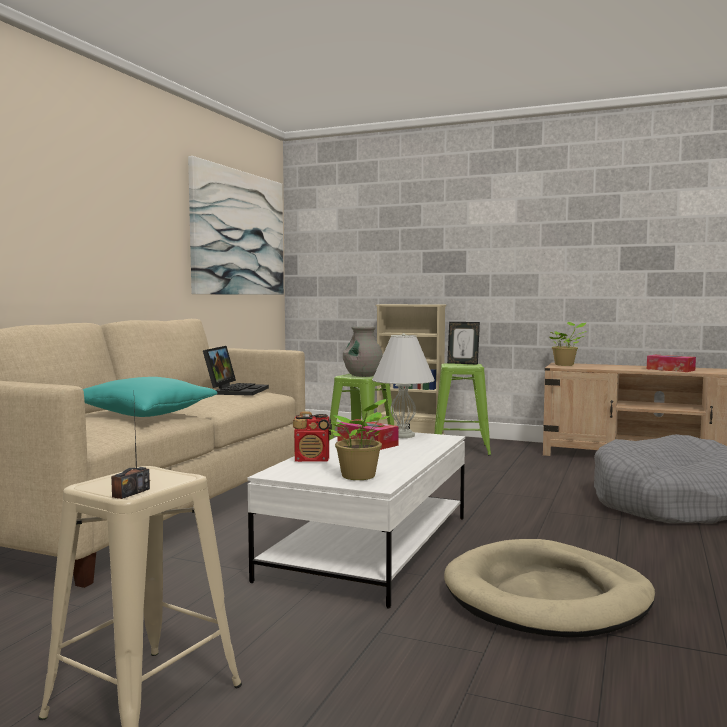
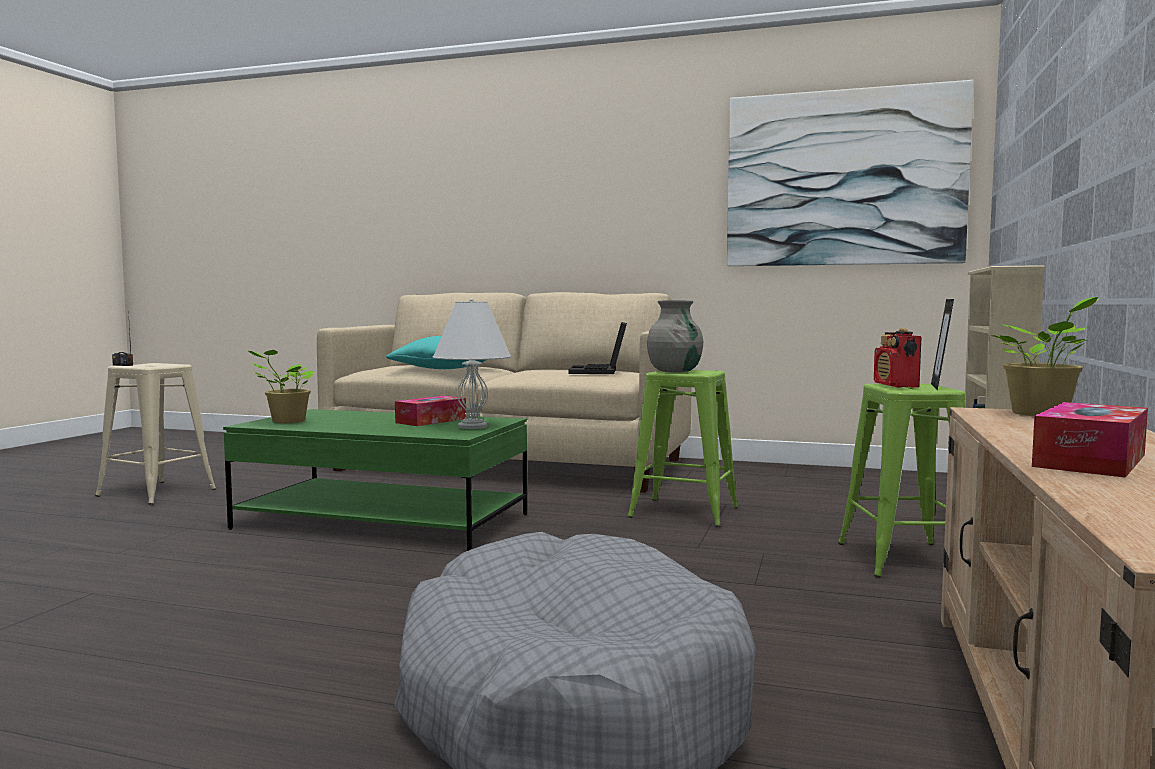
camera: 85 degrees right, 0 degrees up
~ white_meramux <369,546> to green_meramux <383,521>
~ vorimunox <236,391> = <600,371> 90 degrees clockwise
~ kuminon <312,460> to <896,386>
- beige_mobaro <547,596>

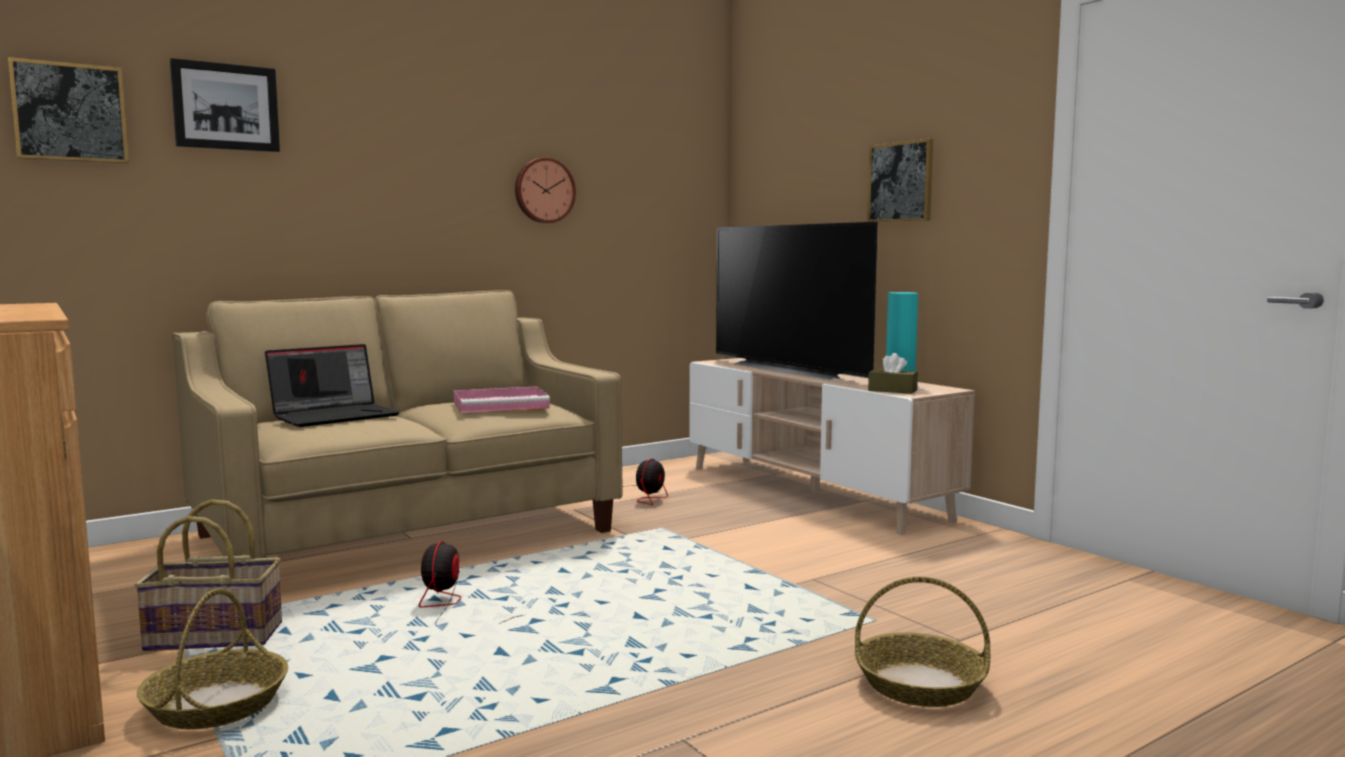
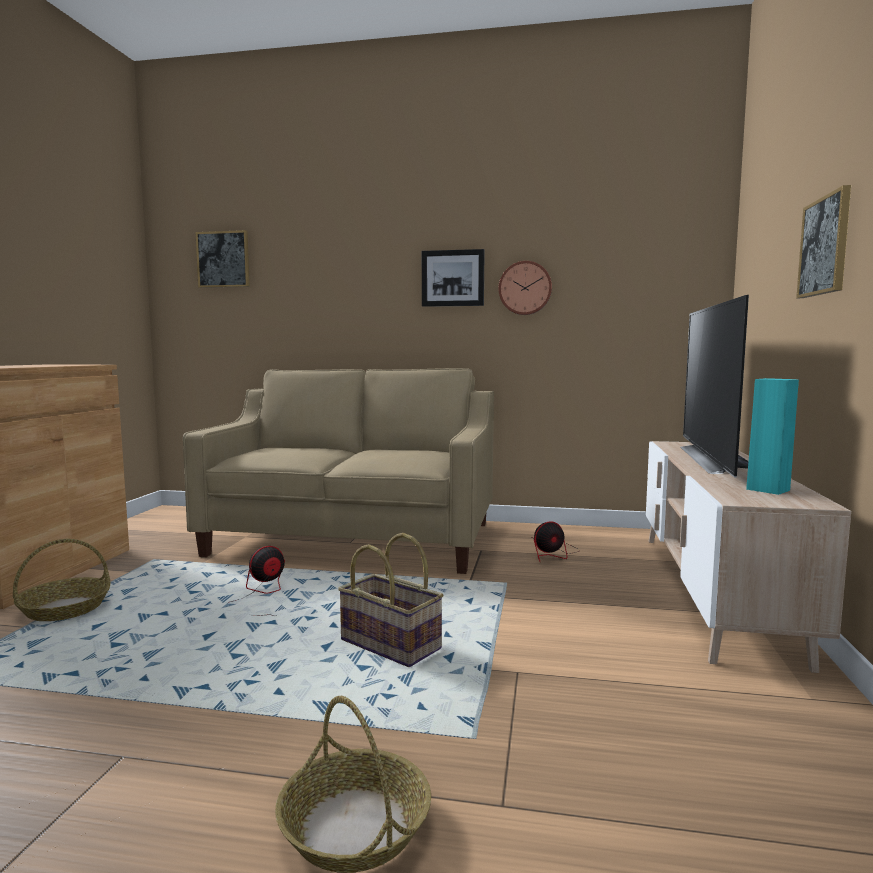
camera: 45 degrees right, 0 degrees up
~ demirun <216,635> to <392,644>
~ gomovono <226,107> to <453,278>
- vorimunox <335,416>
- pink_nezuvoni <503,404>
- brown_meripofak <892,390>

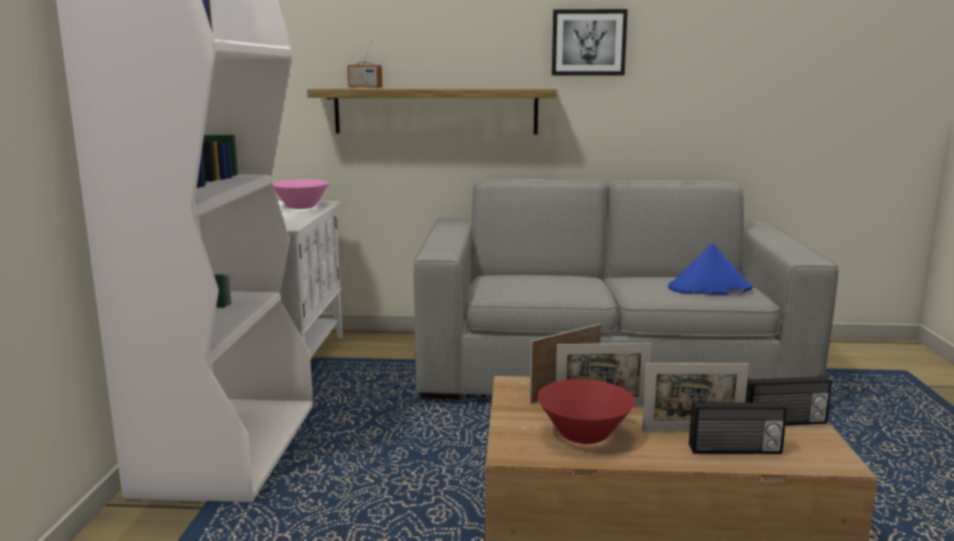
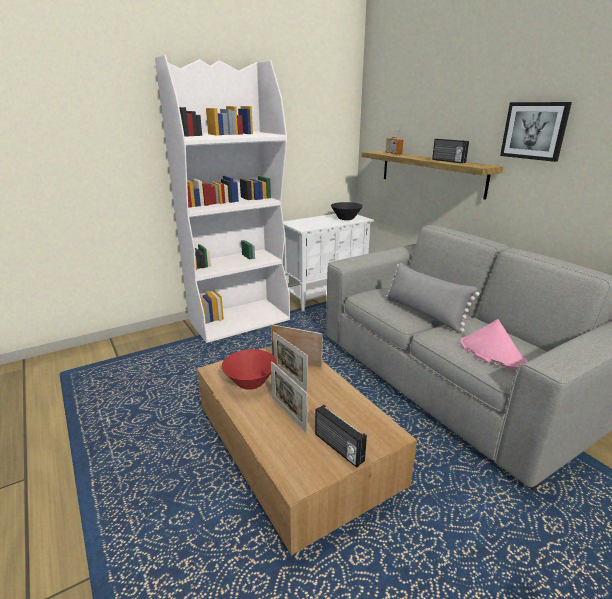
camera: 55 degrees right, 10 degrees up
~ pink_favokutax <301,207> to black_favokutax <346,218>
+ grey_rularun <424,313>
~ kuminon <735,450> to <448,161>
~ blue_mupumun <709,288> to pink_mupumun <491,353>

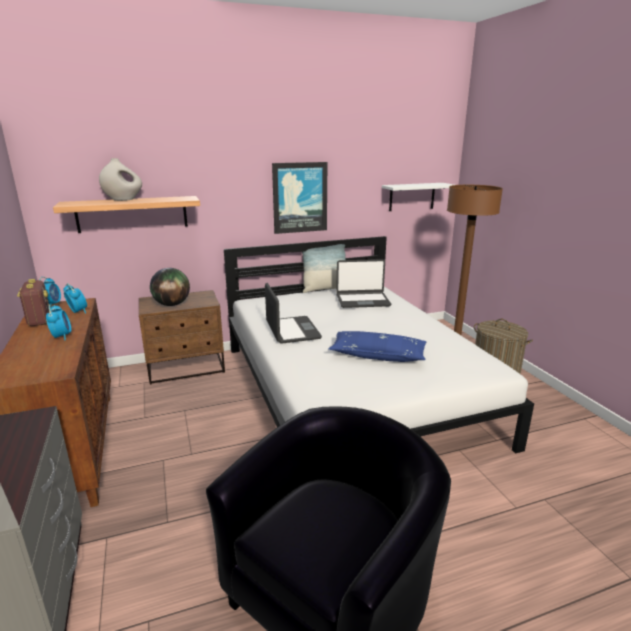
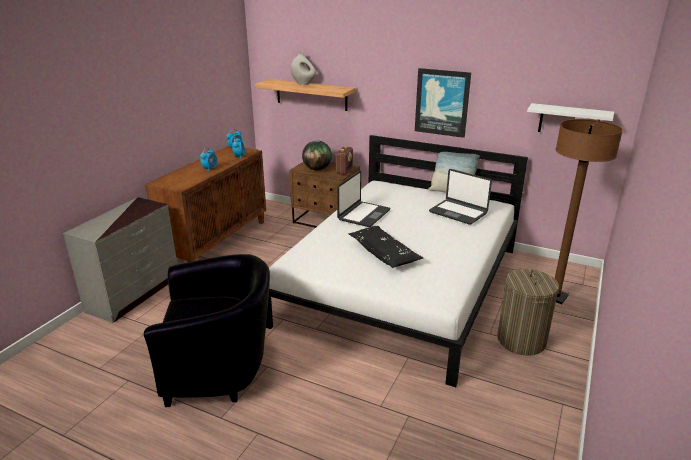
camera: 45 degrees right, 5 degrees up
~ kuminon <39,320> to <344,171>
~ blue_rularun <378,355> to black_rularun <384,253>

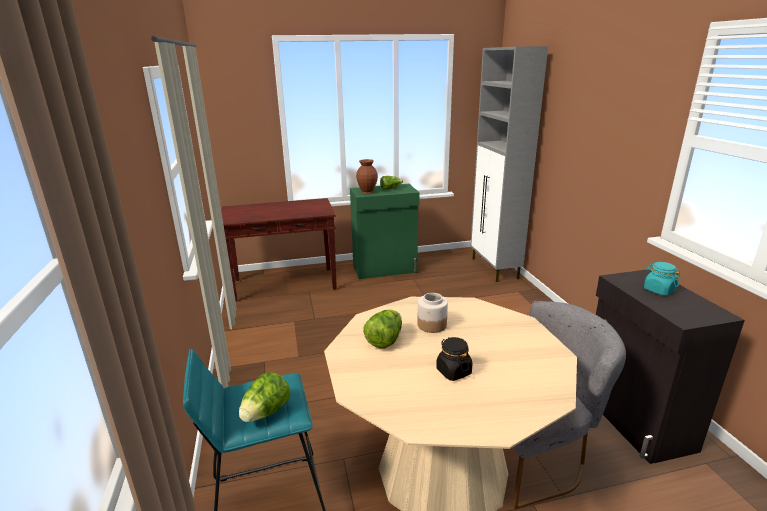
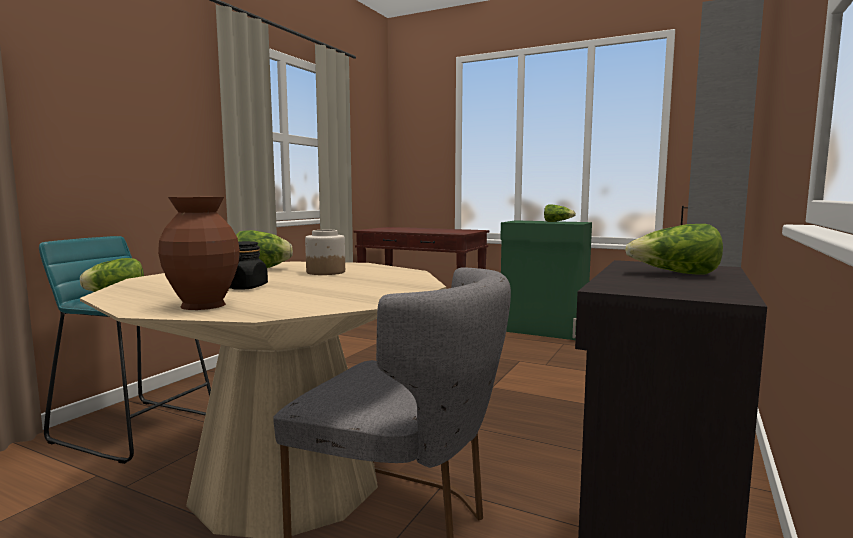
camera: 40 degrees right, 15 degrees down
~ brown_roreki <367,192> to <202,305>
~ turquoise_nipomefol <658,290> to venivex <675,273>

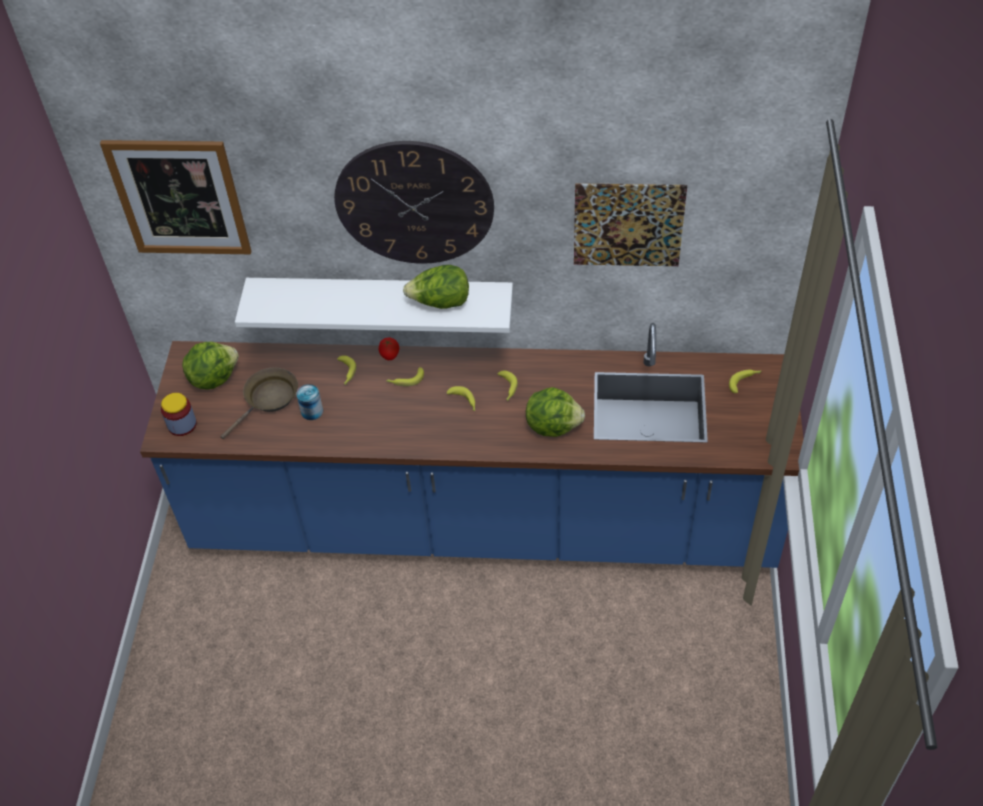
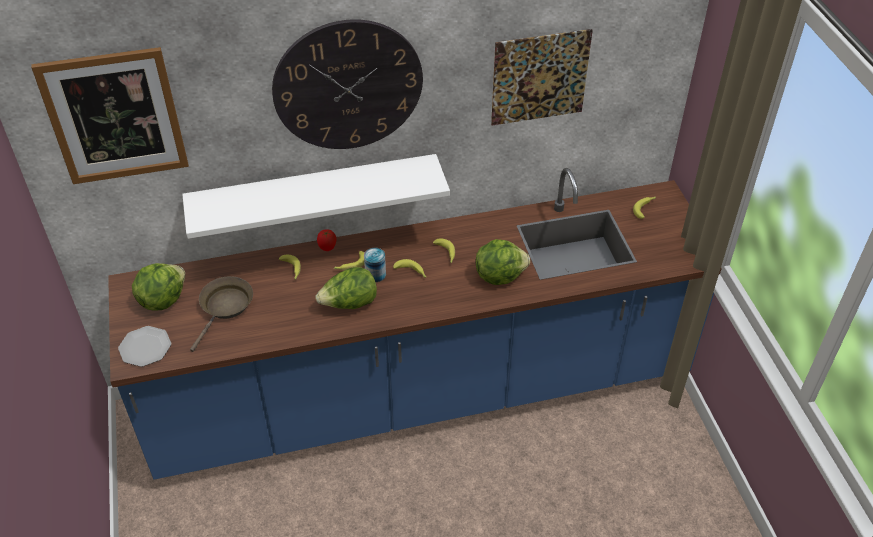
camera: 20 degrees left, 5 degrees down
~ nipomefol <182,425> to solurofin <146,348>
~ venivex <440,303> to <349,304>
~ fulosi <312,411> to <375,274>

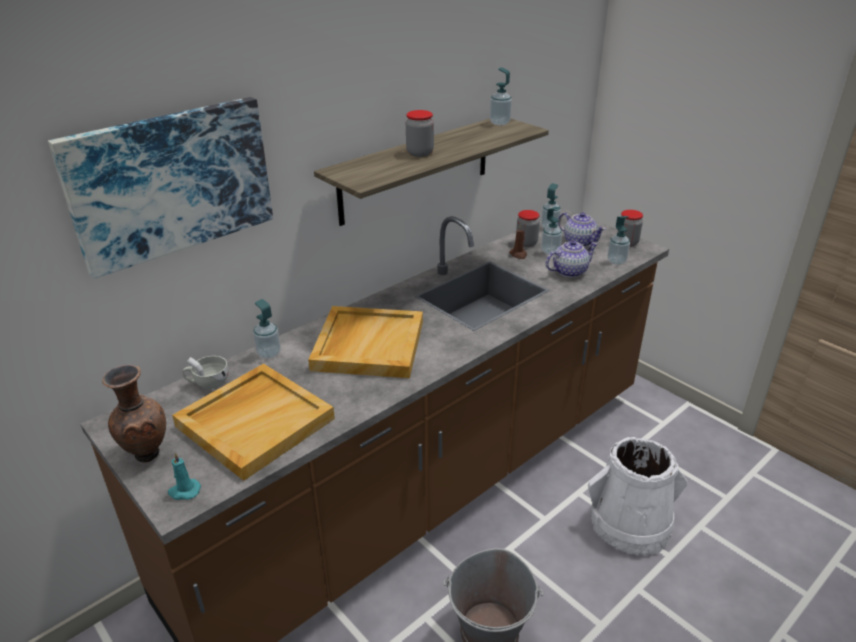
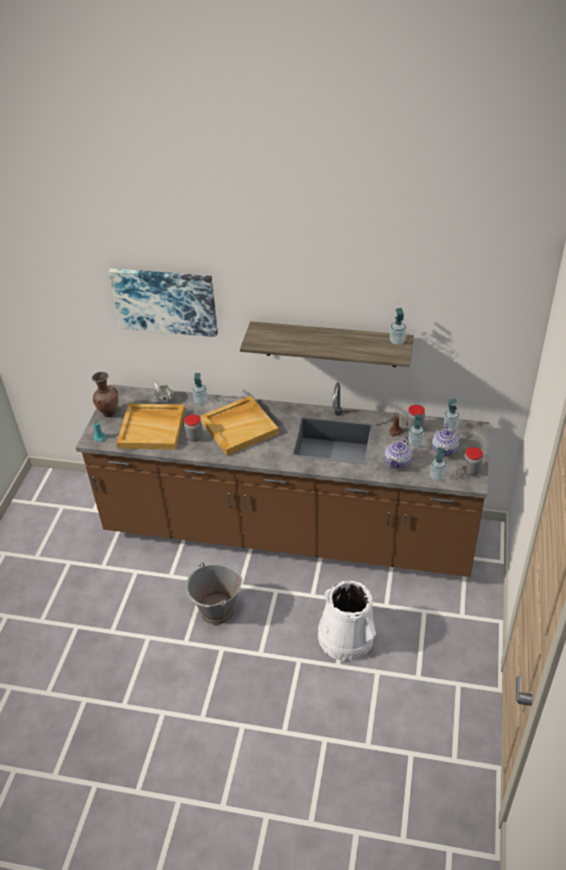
camera: 55 degrees right, 10 degrees up
~ nipomefol <420,153> to <194,437>
~ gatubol <569,271> = <398,462> 90 degrees clockwise

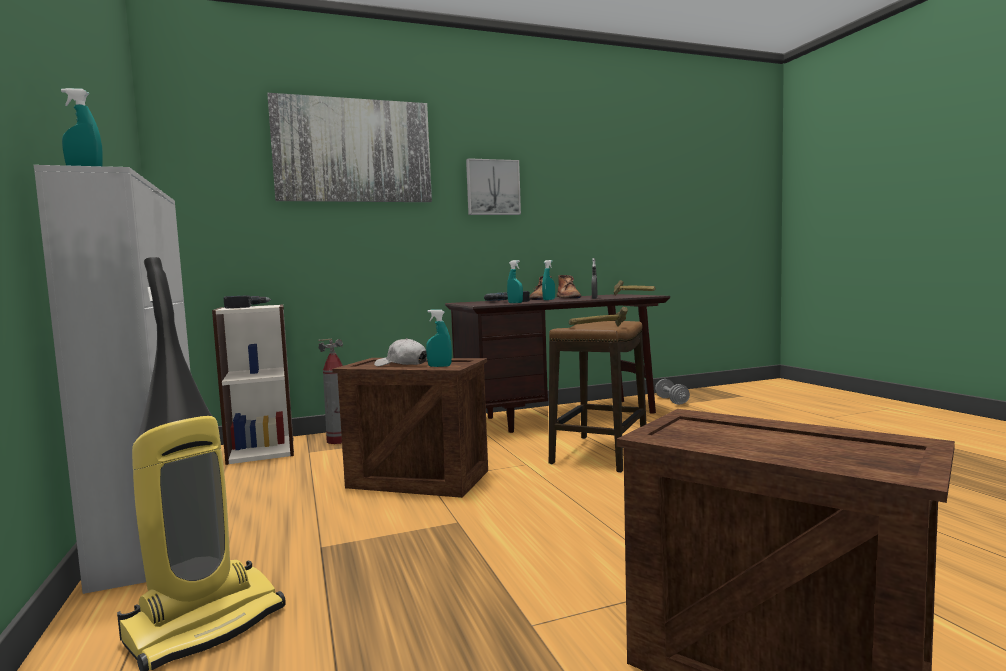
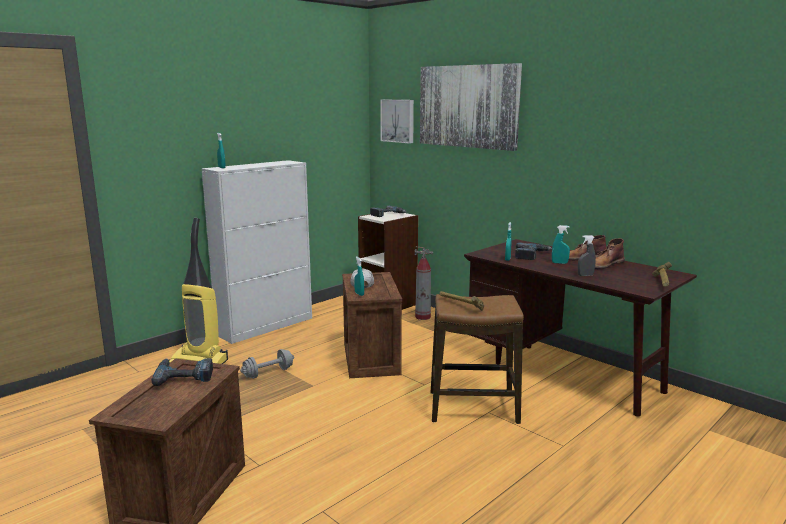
camera: 65 degrees right, 10 degrees up
+ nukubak <184,375>
~ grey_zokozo <672,401> to <268,373>
~ gomovono <492,187> to <398,121>

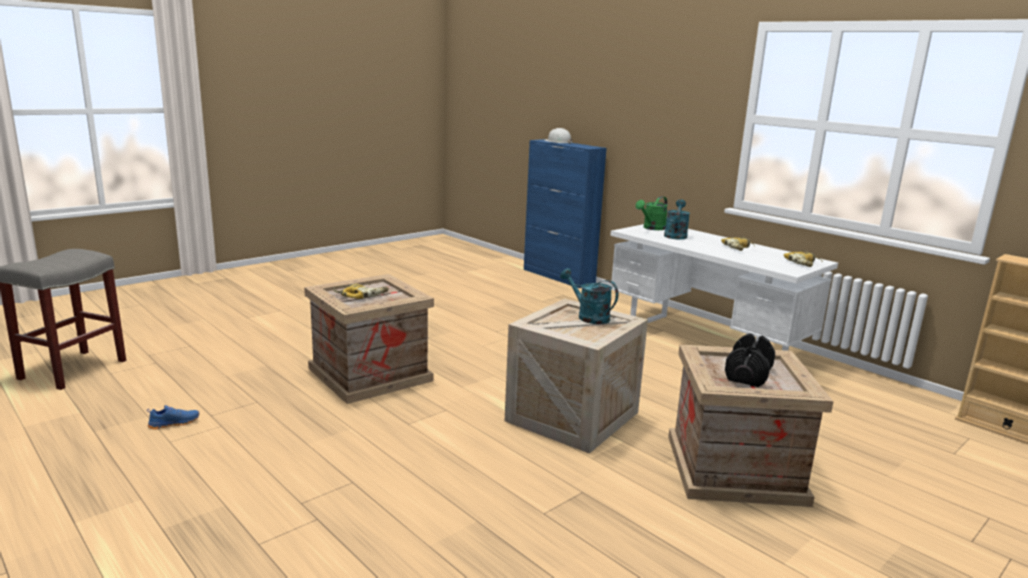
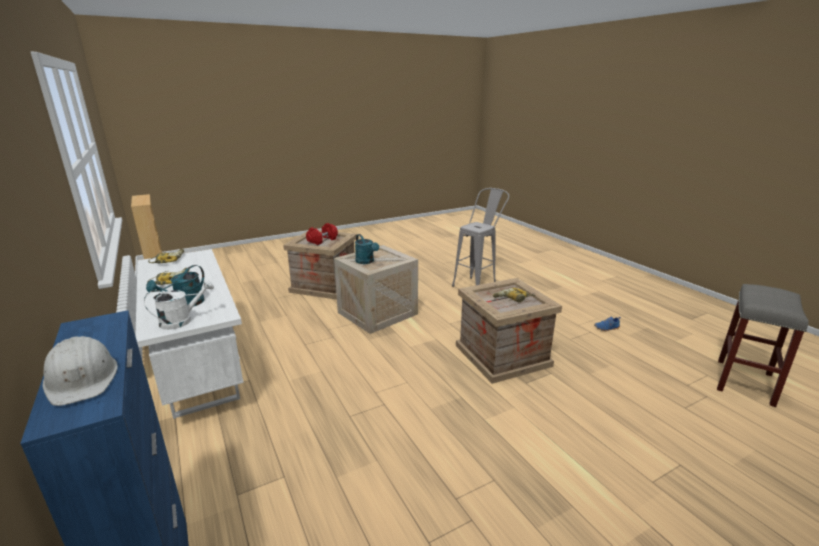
camera: 165 degrees left, 5 degrees up
~ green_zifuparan <652,228> to white_zifuparan <182,321>
~ black_zokozo <748,374> to red_zokozo <322,240>
+ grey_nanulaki <478,284>

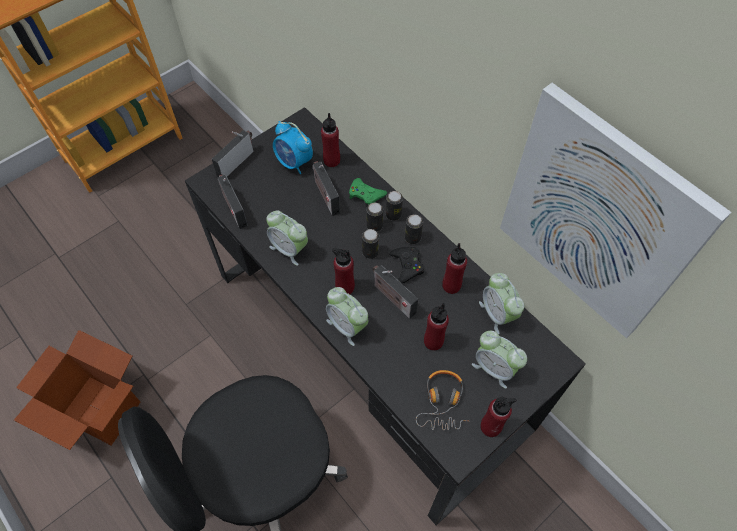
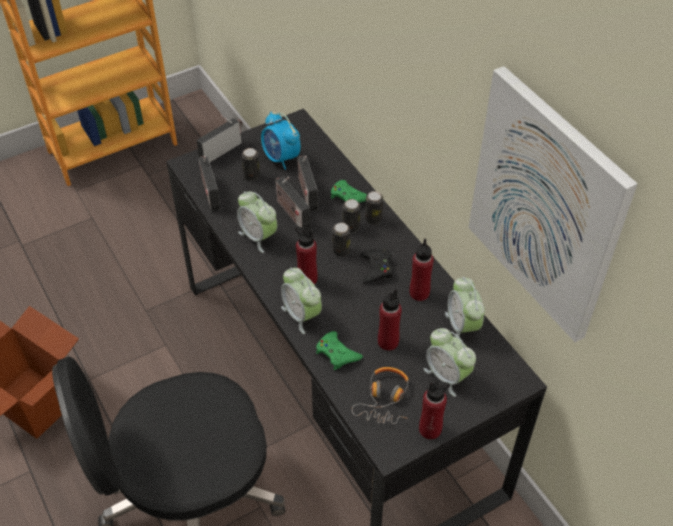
camera: 10 degrees right, 10 degrees down
~ fulosi <412,238> to <252,176>
~ kuminon <392,298> to <291,213>
+ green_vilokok <337,353>
- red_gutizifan <331,160>

